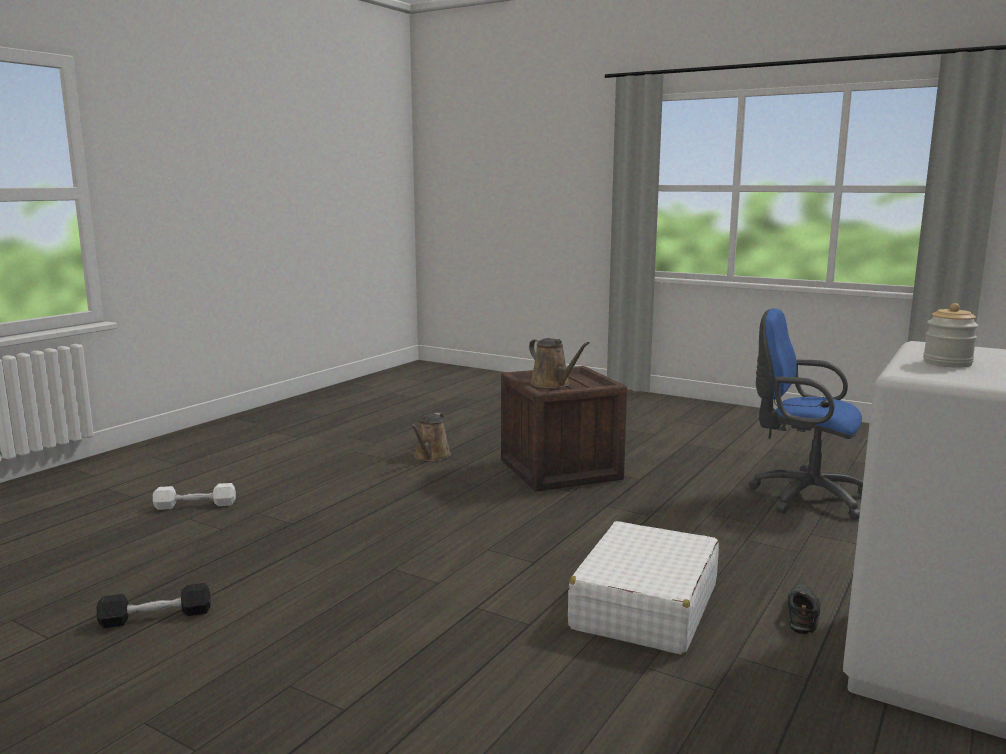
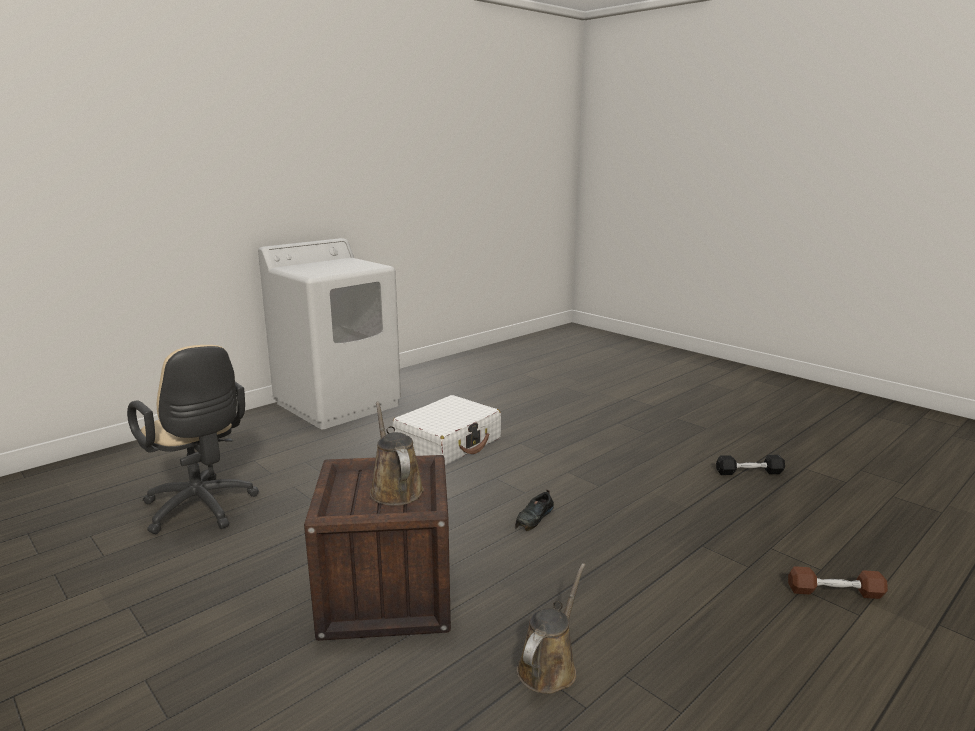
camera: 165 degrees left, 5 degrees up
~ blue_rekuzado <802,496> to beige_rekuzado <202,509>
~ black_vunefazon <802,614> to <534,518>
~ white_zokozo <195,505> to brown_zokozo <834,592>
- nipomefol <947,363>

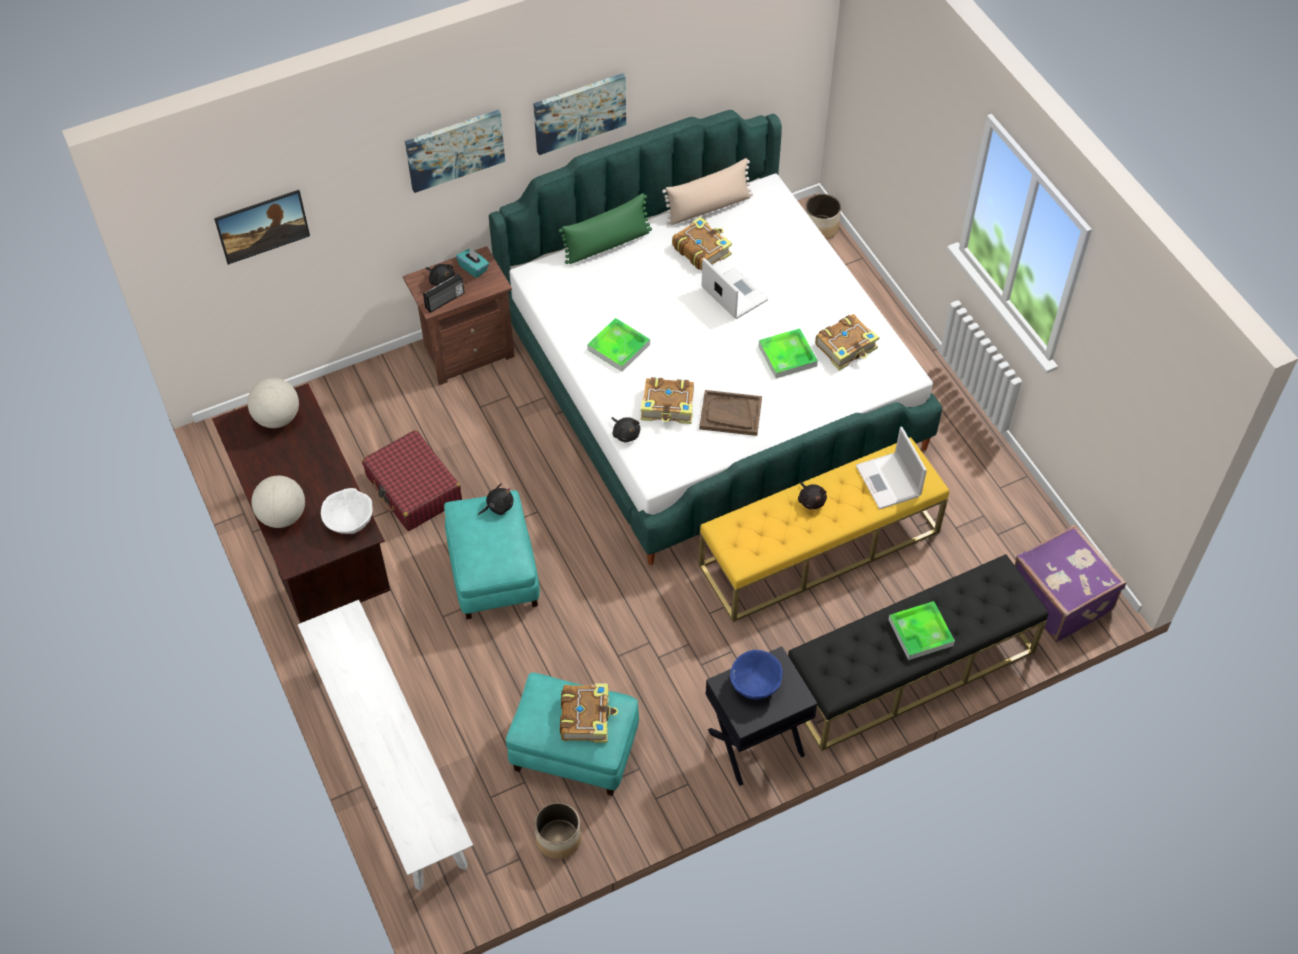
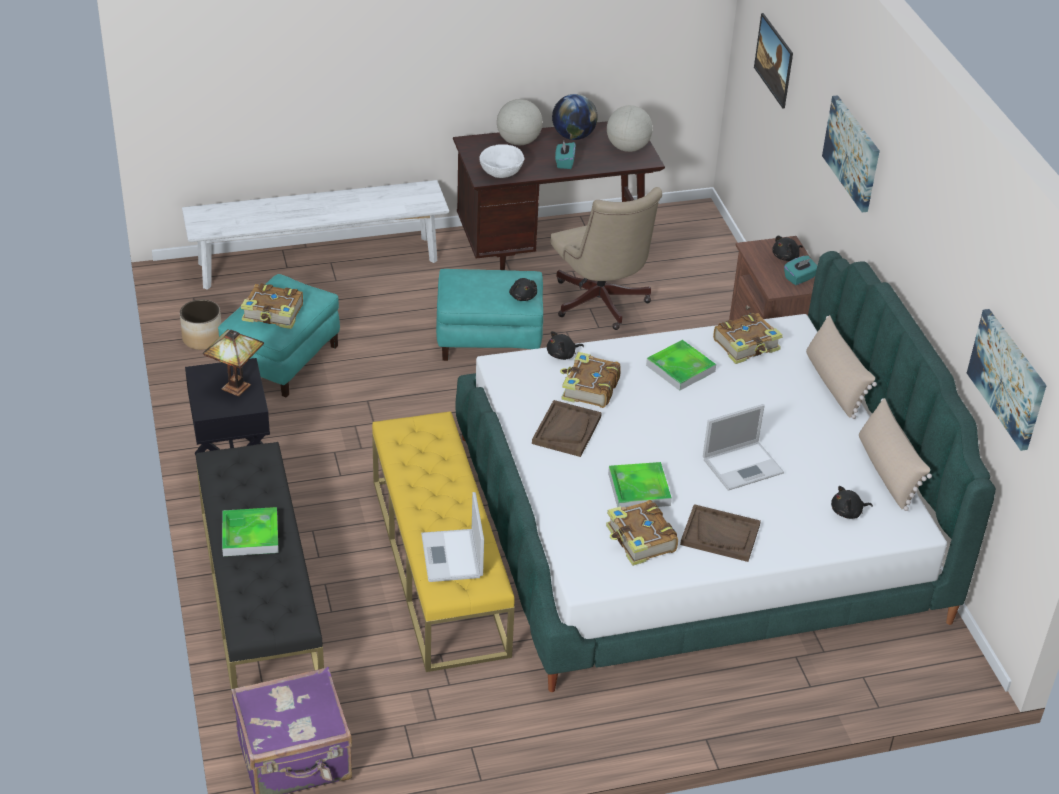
camera: 100 degrees right, 15 degrees down
~ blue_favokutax <754,683> to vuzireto <236,385>
~ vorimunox <889,482> = <452,557> 90 degrees counterclockwise
~ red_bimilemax <414,489> to beige_rekuzado <601,305>
+ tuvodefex <573,136>
+ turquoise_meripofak <564,162>
+ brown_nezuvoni <720,535>
~ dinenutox <701,250> to <747,345>
~ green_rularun <607,244> to beige_rularun <834,384>
~ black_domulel <811,500> to <848,512>
~ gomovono <579,112> to <1008,378>
- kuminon <445,301>
- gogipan <820,228>

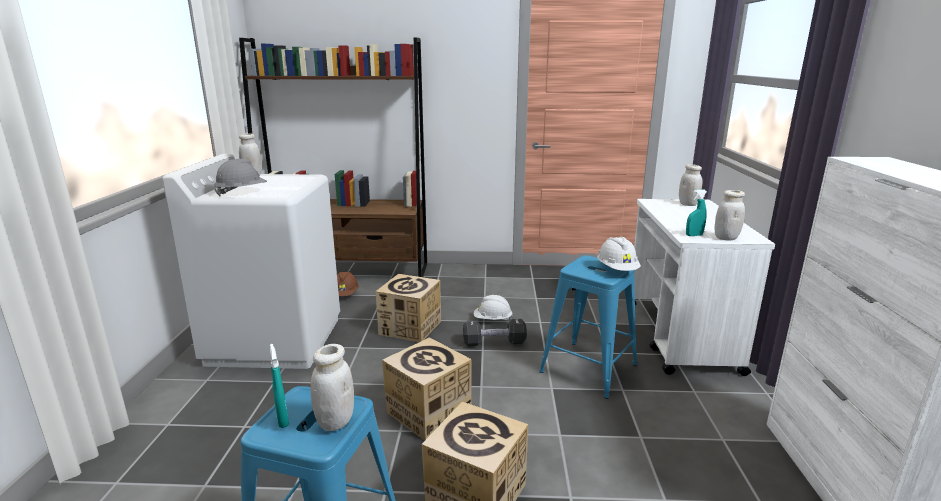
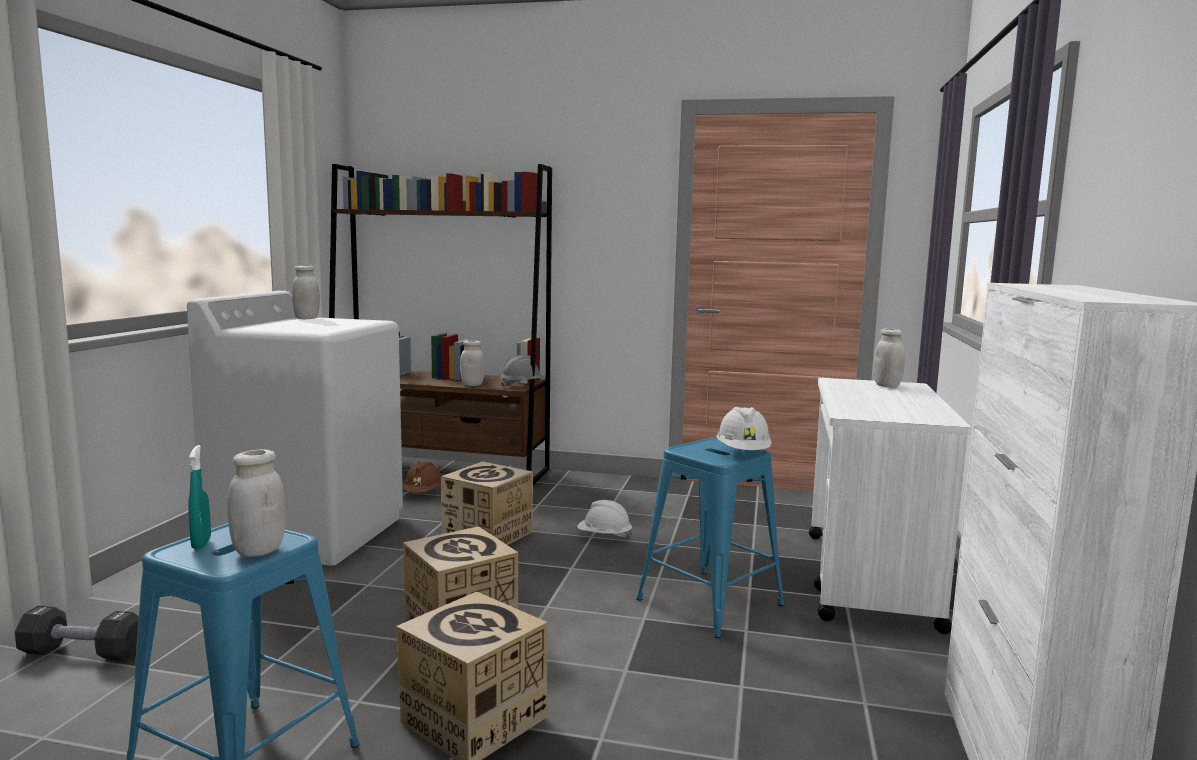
camera: 10 degrees right, 10 degrees down
~ black_zokozo <494,342> to <82,652>
~ white_nipomefol <726,238> to <472,385>
~ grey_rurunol <242,192> to <522,386>
- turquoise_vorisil <694,235>

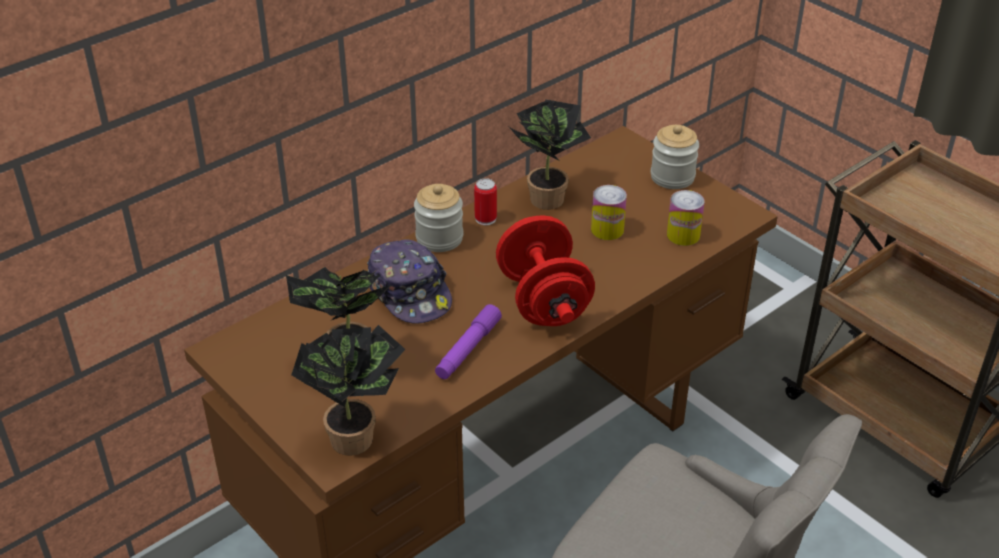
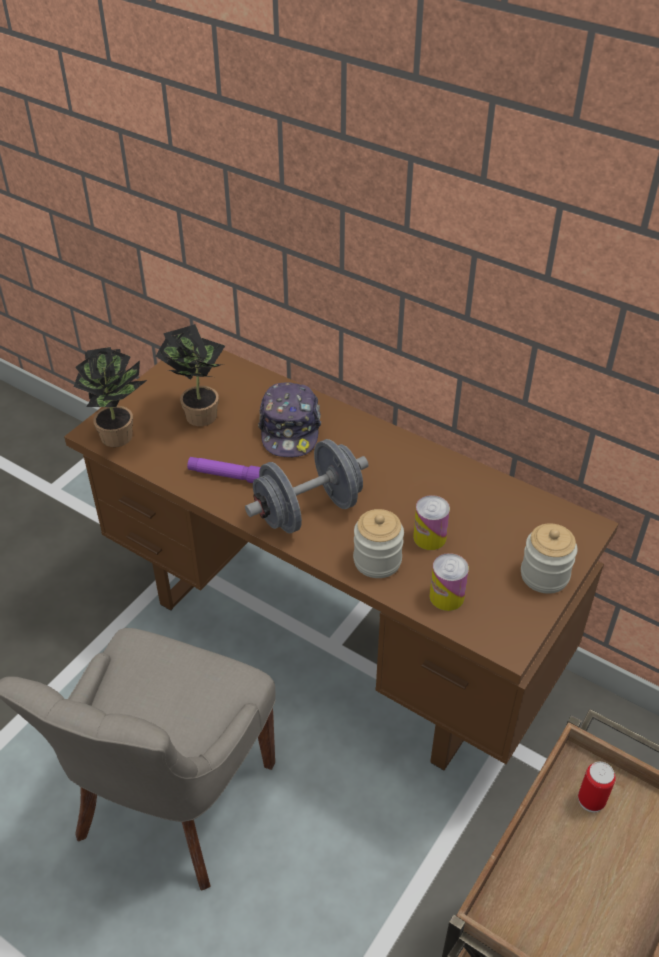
camera: 75 degrees right, 5 degrees up
~ red_zokozo <543,300> to grey_zokozo <308,511>
~ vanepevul <410,292> = <290,429> 45 degrees counterclockwise
~ nipomefol <439,238> to <377,560>
~ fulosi <485,219> to <591,800>
- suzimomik <546,196>

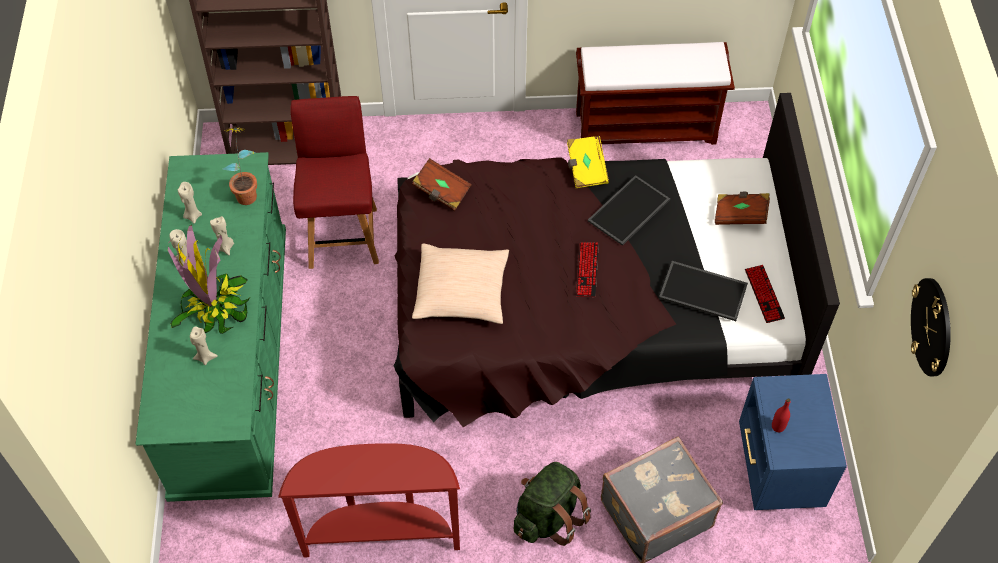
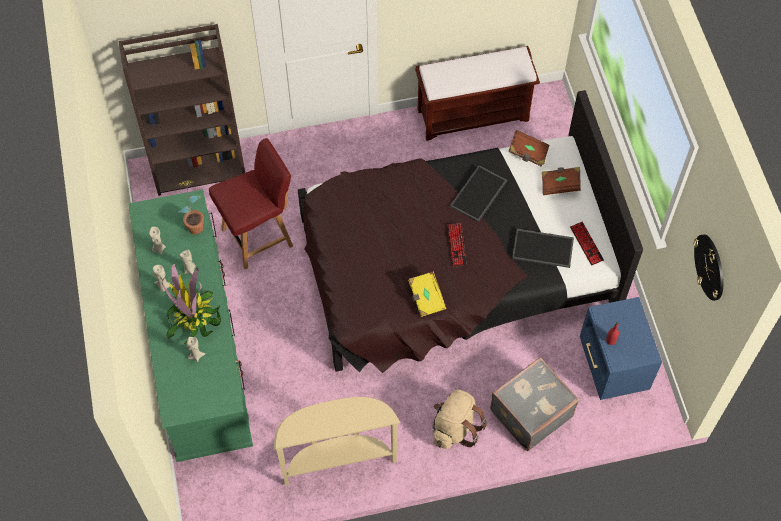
camera: 10 degrees left, 5 degrees up
~ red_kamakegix <343,235> = <259,237> 75 degrees clockwise
~ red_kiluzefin <381,534> to beige_kiluzefin <337,460>
~ yellow_dinenutox <585,169> to <426,298>
~ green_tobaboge <548,516> to beige_tobaboge <455,427>
~ brown_dinenutox <441,192> to <528,153>
- beige_rularun <461,292>

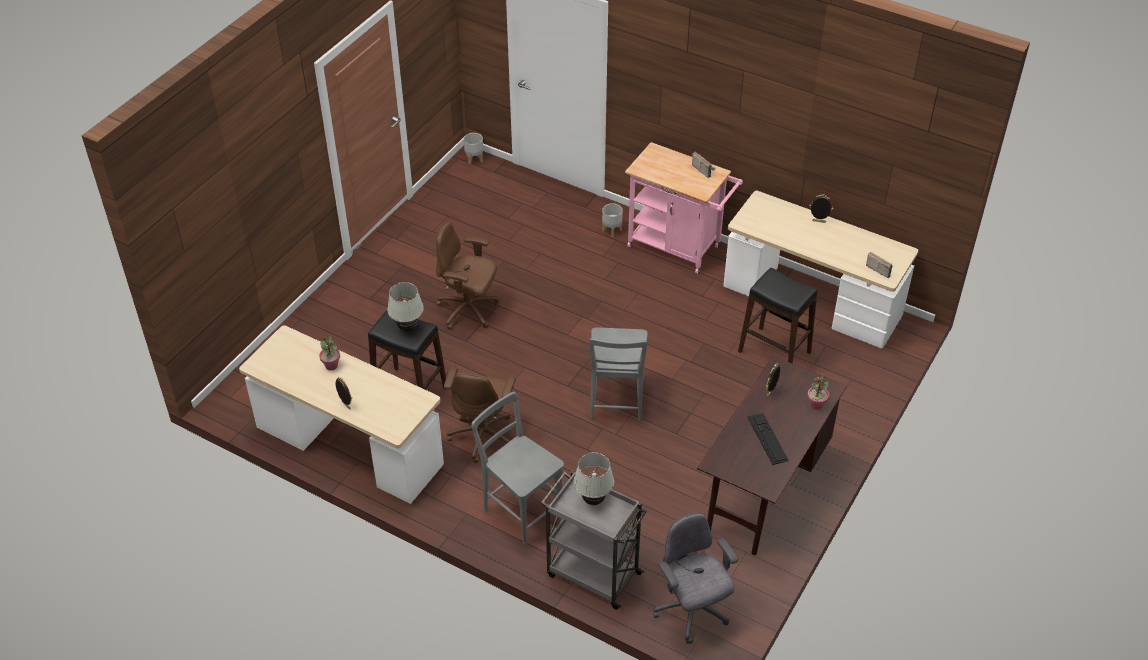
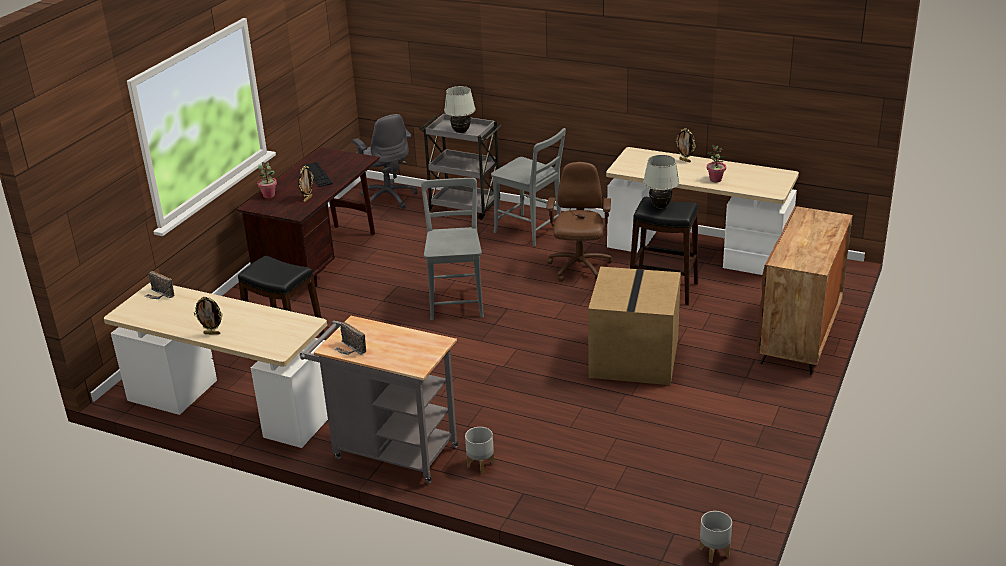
camera: 175 degrees right, 15 degrees down
~ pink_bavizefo <679,248> to grey_bavizefo <388,451>
~ brown_rekuzado <468,310> to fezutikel <635,359>
+ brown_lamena <800,336>

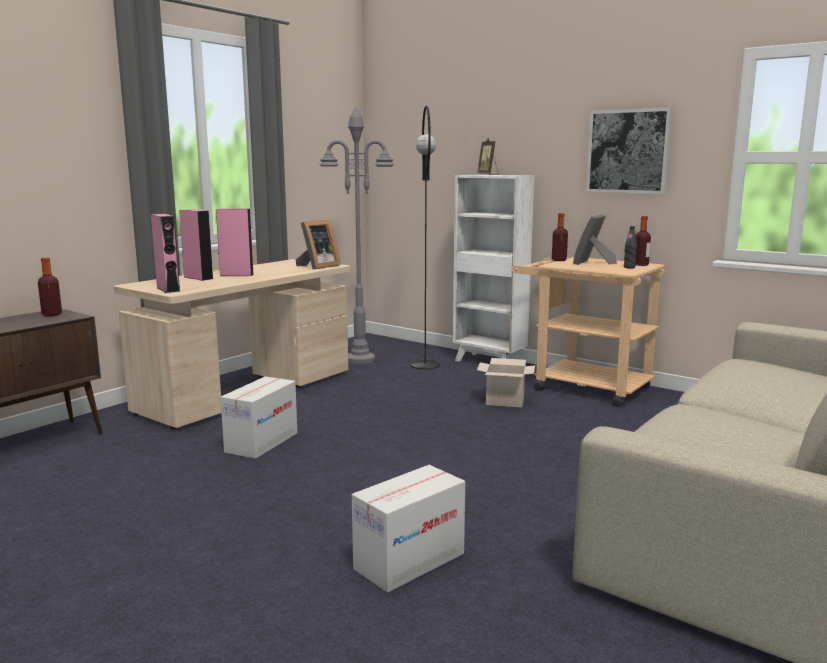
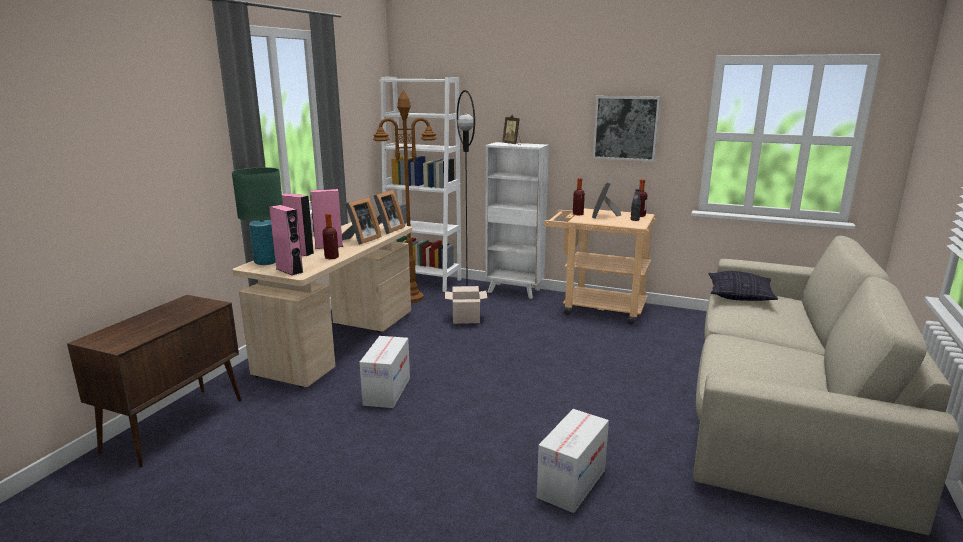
camera: 15 degrees left, 5 degrees up
+ green_vuzireto <266,262>
~ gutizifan <52,314> to <331,257>
+ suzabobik <361,240>
~ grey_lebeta <359,359> to brown_lebeta <411,298>
+ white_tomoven <422,281>
~ fezutikel <504,401> to <465,319>
+ rularun <739,296>

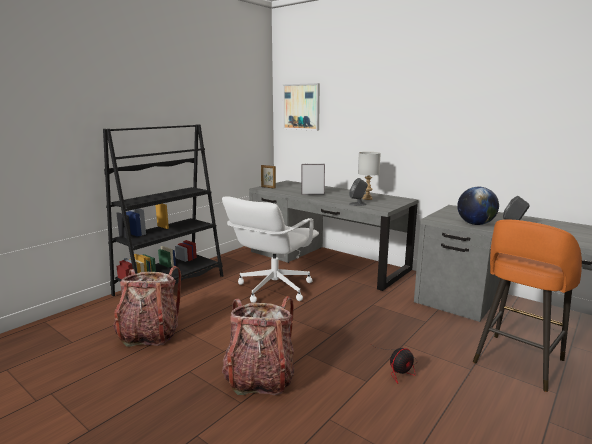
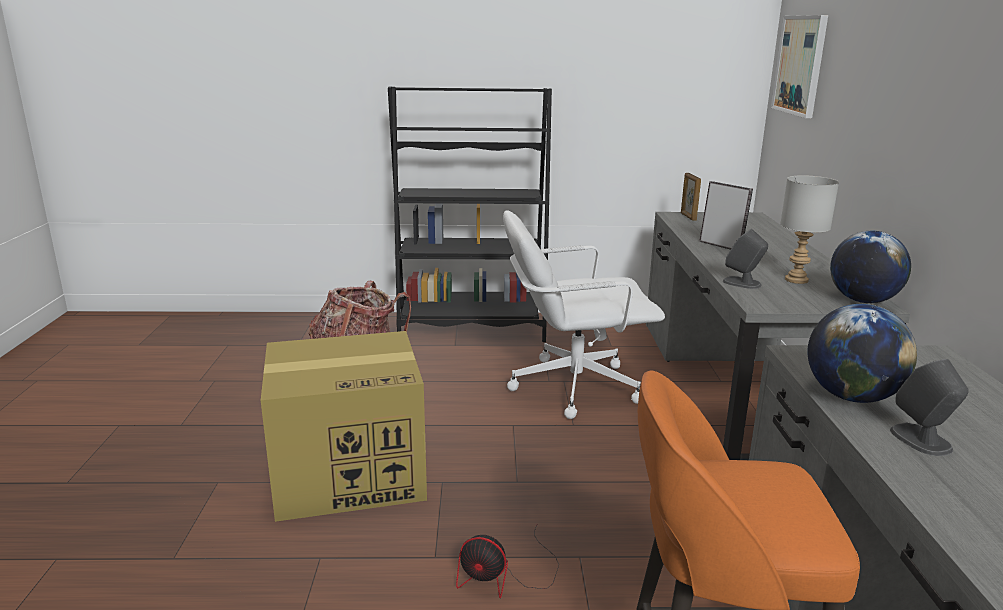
camera: 50 degrees right, 5 degrees up
~ tobaboge <260,378> to fezutikel <351,473>
+ tuvodefex <863,301>

